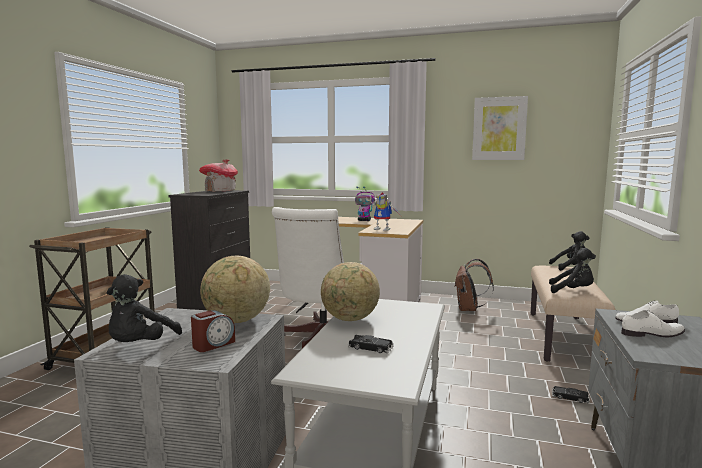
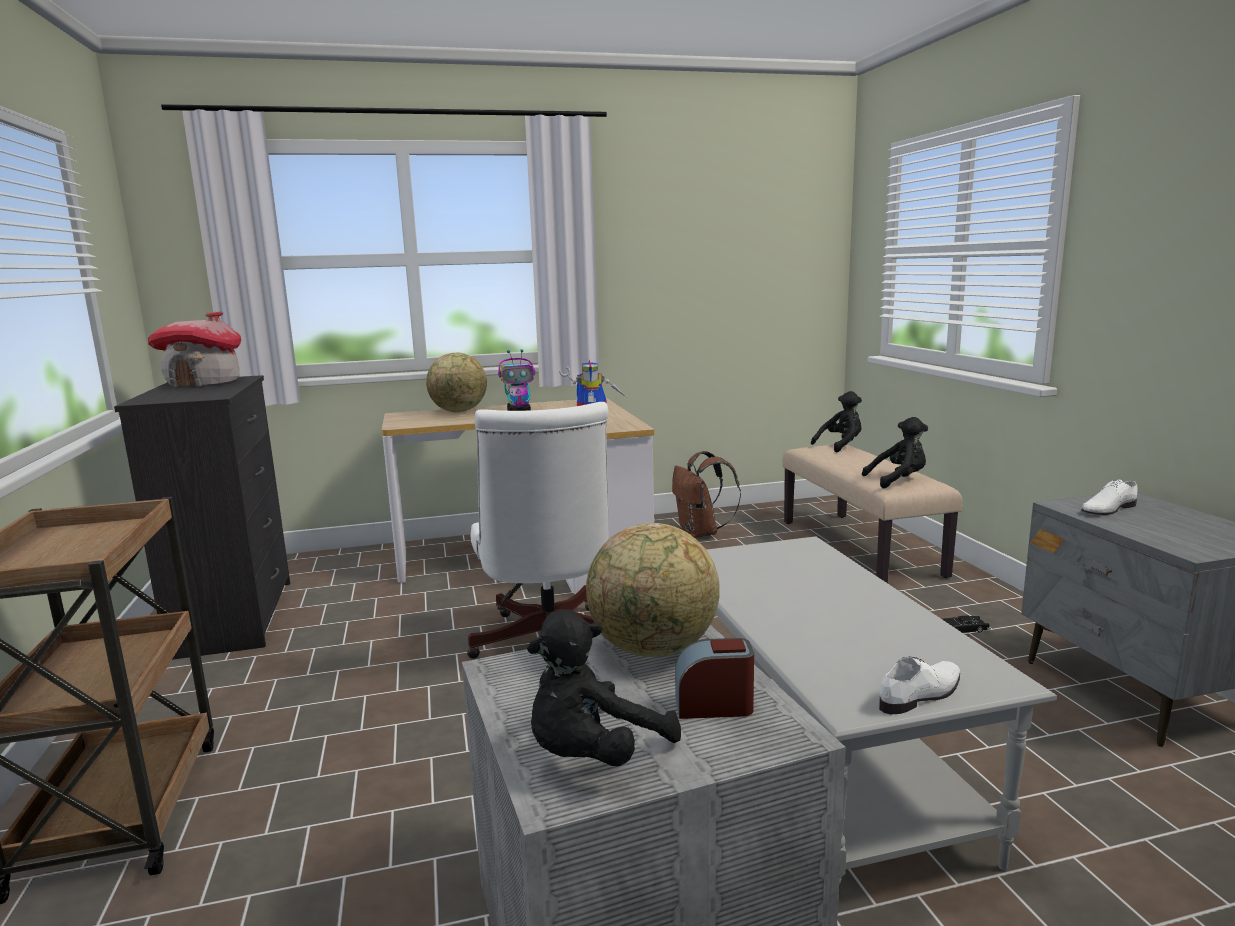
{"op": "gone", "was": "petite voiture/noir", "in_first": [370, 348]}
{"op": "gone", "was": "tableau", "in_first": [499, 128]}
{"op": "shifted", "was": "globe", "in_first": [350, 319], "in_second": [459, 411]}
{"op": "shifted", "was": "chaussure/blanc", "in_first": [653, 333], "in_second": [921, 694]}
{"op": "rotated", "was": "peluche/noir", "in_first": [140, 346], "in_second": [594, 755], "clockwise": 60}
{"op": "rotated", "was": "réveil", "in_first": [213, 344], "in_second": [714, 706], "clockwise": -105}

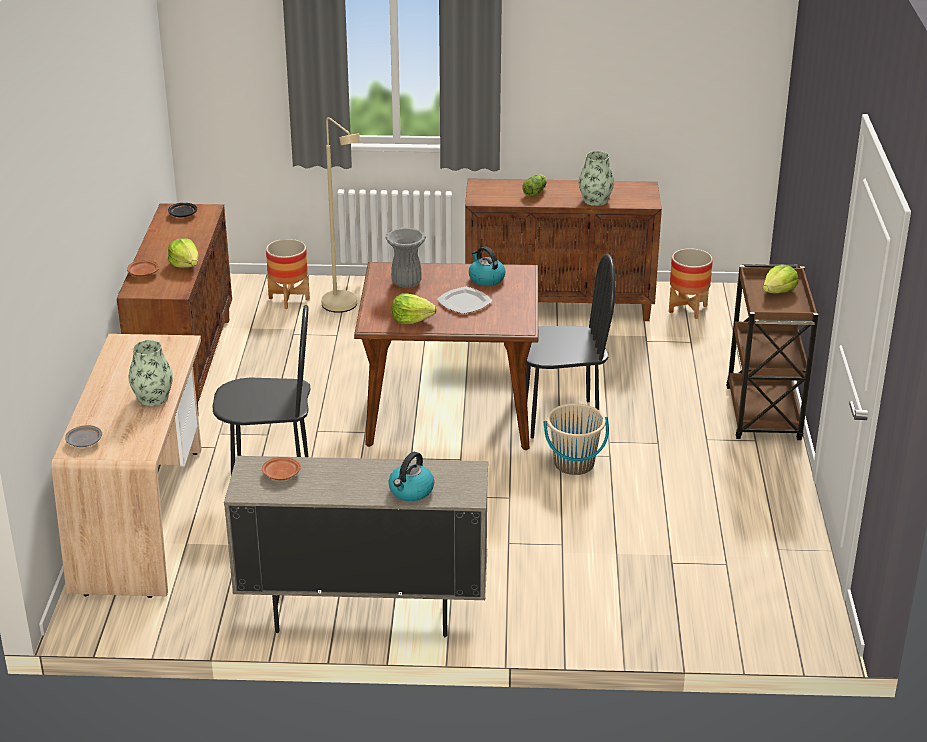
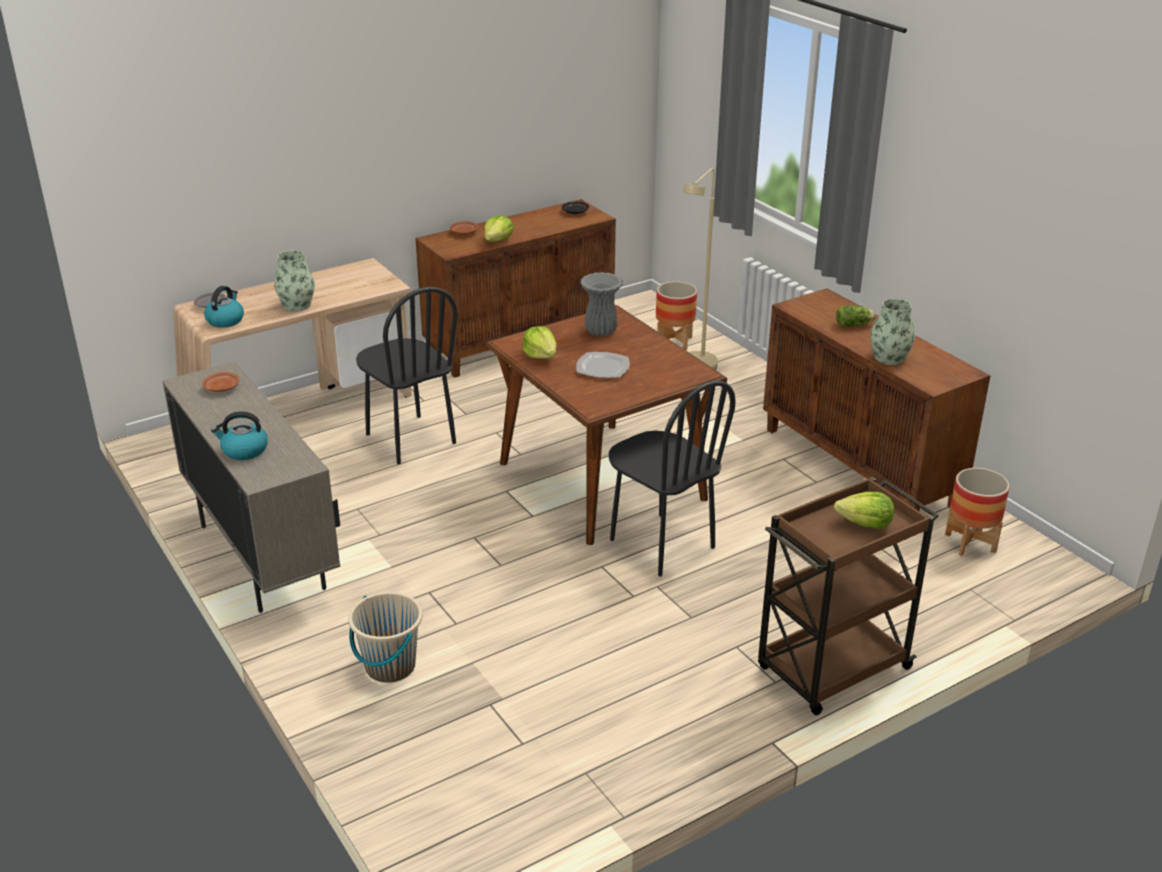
{"op": "shifted", "was": "bouilloire", "in_first": [486, 279], "in_second": [225, 320]}
{"op": "shifted", "was": "seau/beige", "in_first": [574, 464], "in_second": [390, 666]}

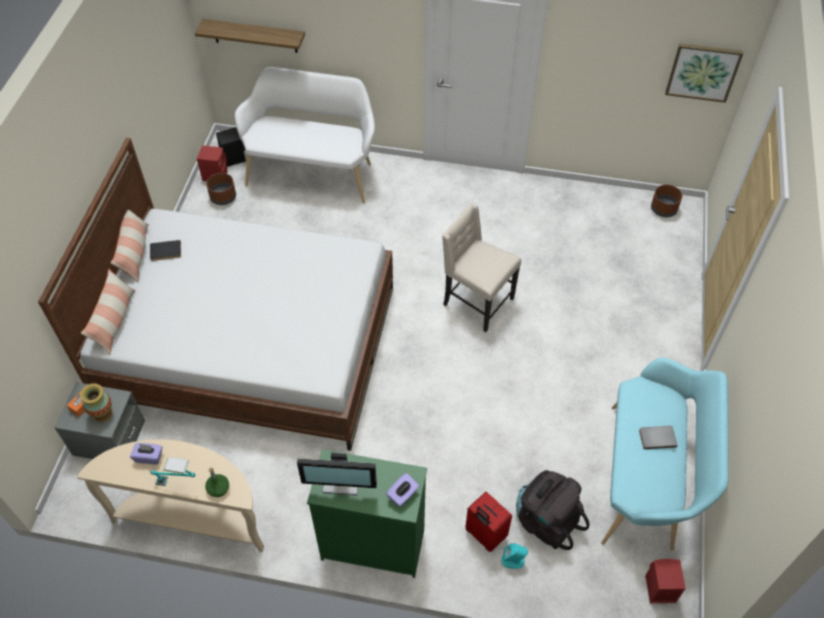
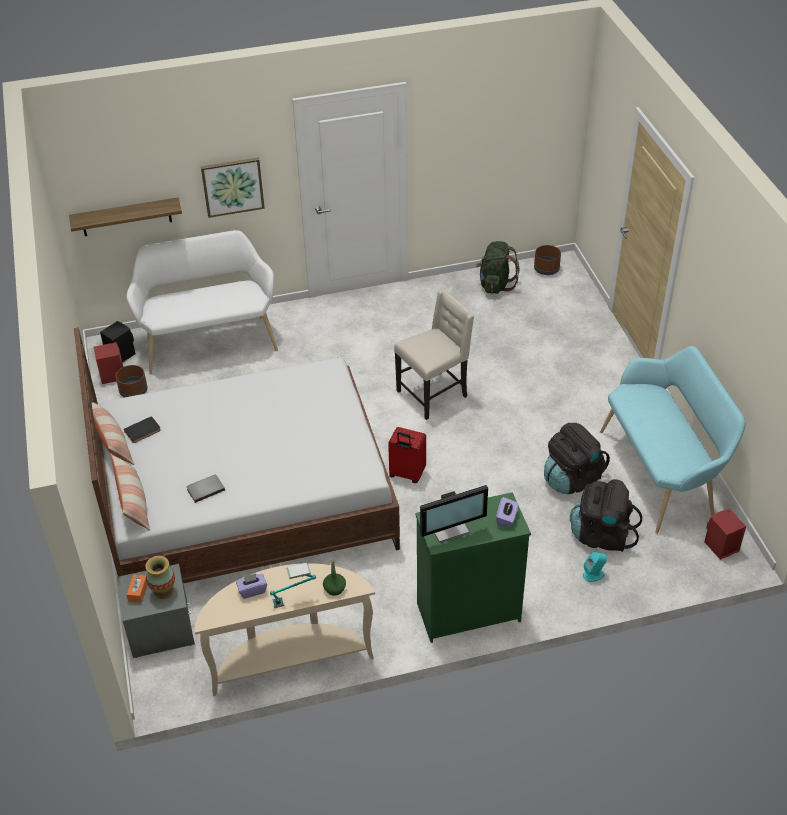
{"op": "new", "now": "sac à dos/vert", "in_second": [495, 284]}
{"op": "new", "now": "sac à dos/noir", "in_second": [572, 478]}
{"op": "shifted", "was": "valise/rouge", "in_first": [484, 535], "in_second": [406, 474]}
{"op": "shifted", "was": "livre/gris", "in_first": [657, 437], "in_second": [205, 488]}
{"op": "shifted", "was": "tableau", "in_first": [703, 72], "in_second": [232, 186]}
{"op": "rotated", "was": "chaise/beige", "in_first": [476, 302], "in_second": [433, 394], "clockwise": 135}

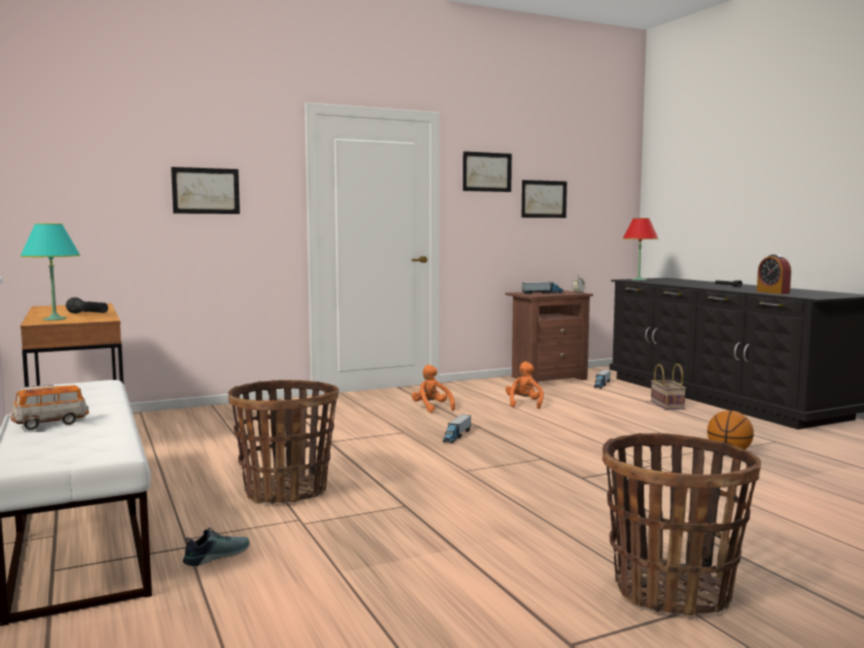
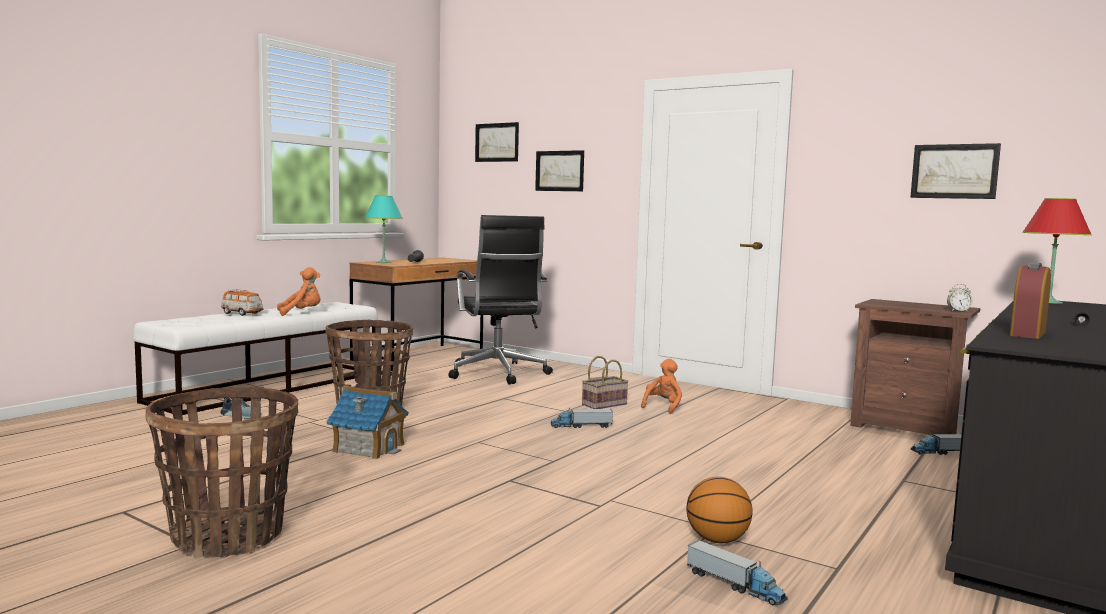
{"op": "new", "now": "maison miniature", "in_second": [368, 448]}
{"op": "new", "now": "chaise de bureau/noir", "in_second": [498, 374]}
{"op": "shifted", "was": "tableau", "in_first": [487, 172], "in_second": [497, 142]}
{"op": "shifted", "was": "peluche/orange", "in_first": [524, 404], "in_second": [301, 313]}
{"op": "shifted", "was": "camion jouet", "in_first": [542, 293], "in_second": [735, 585]}
{"op": "shifted", "was": "panier", "in_first": [666, 405], "in_second": [604, 404]}

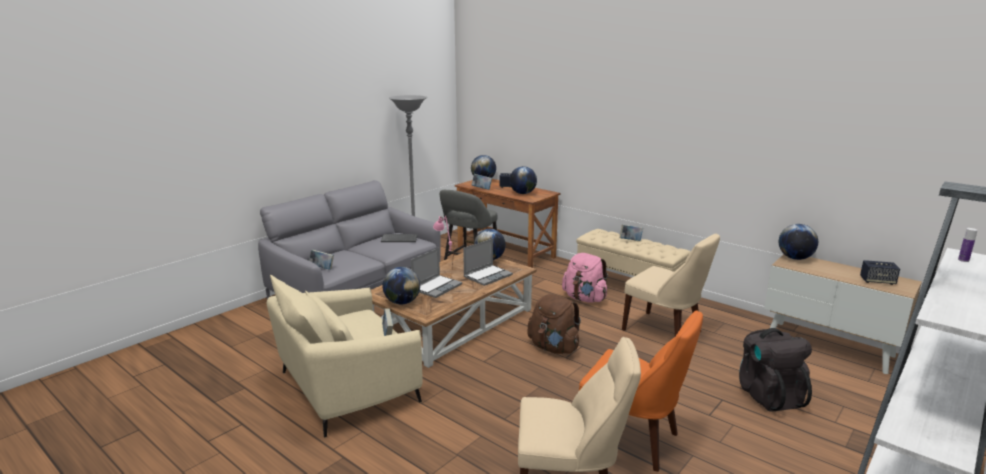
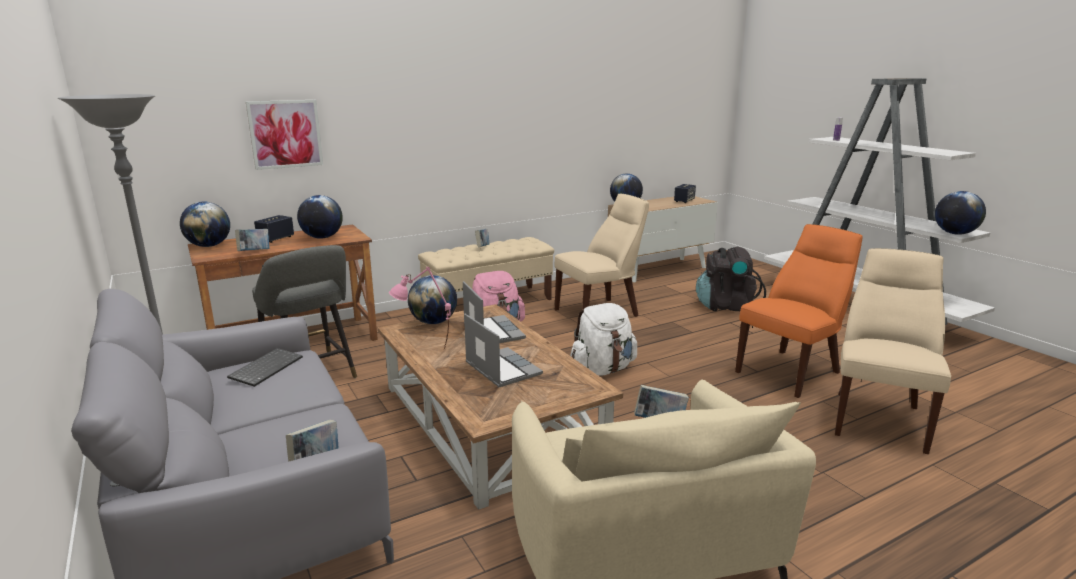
{"op": "new", "now": "tableau", "in_second": [285, 134]}
{"op": "shifted", "was": "globe", "in_first": [402, 302], "in_second": [955, 233]}
{"op": "repainted", "was": "sac à dos/marron", "now": "sac à dos/blanc", "in_first": [553, 348], "in_second": [602, 369]}

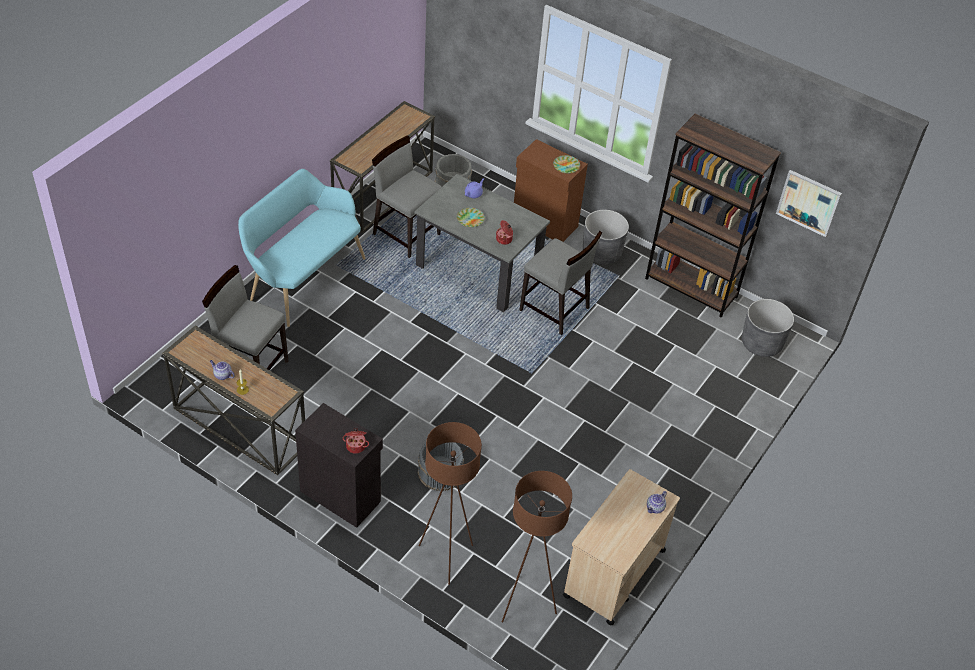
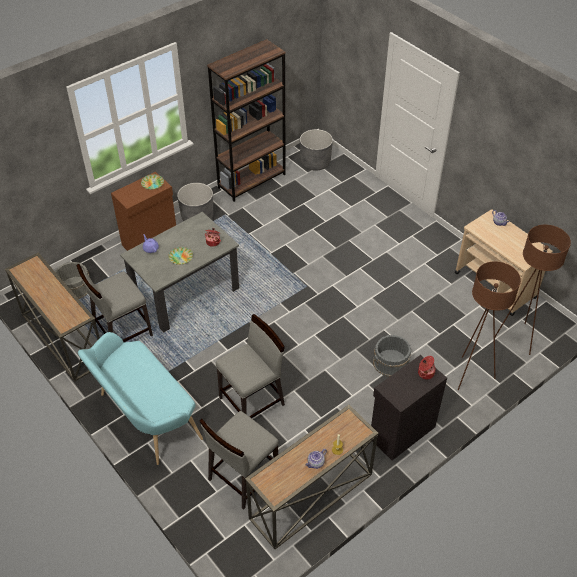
{"op": "gone", "was": "tableau", "in_first": [809, 202]}
{"op": "shifted", "was": "chaise/gris", "in_first": [554, 310], "in_second": [252, 401]}

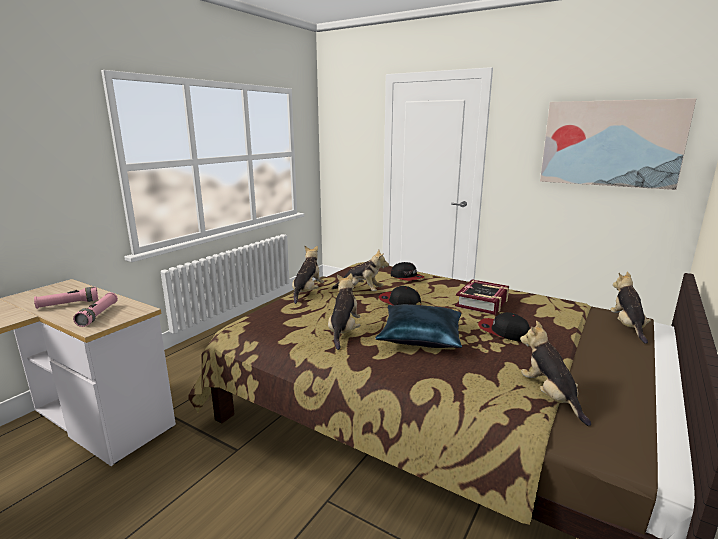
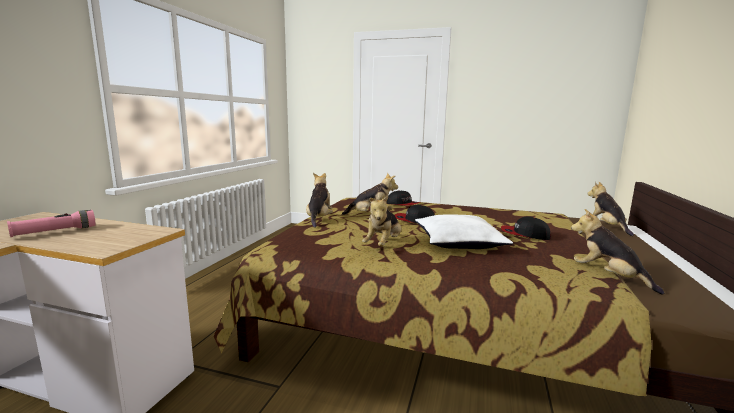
{"op": "gone", "was": "lampe de poche/rose", "in_first": [98, 315]}
{"op": "gone", "was": "livre", "in_first": [482, 302]}
{"op": "gone", "was": "tableau", "in_first": [610, 143]}
{"op": "repainted", "was": "coussin/bleu", "now": "coussin/blanc", "in_first": [420, 336], "in_second": [459, 243]}
{"op": "rotated", "was": "peluche", "in_first": [344, 332], "in_second": [383, 245], "clockwise": -150}

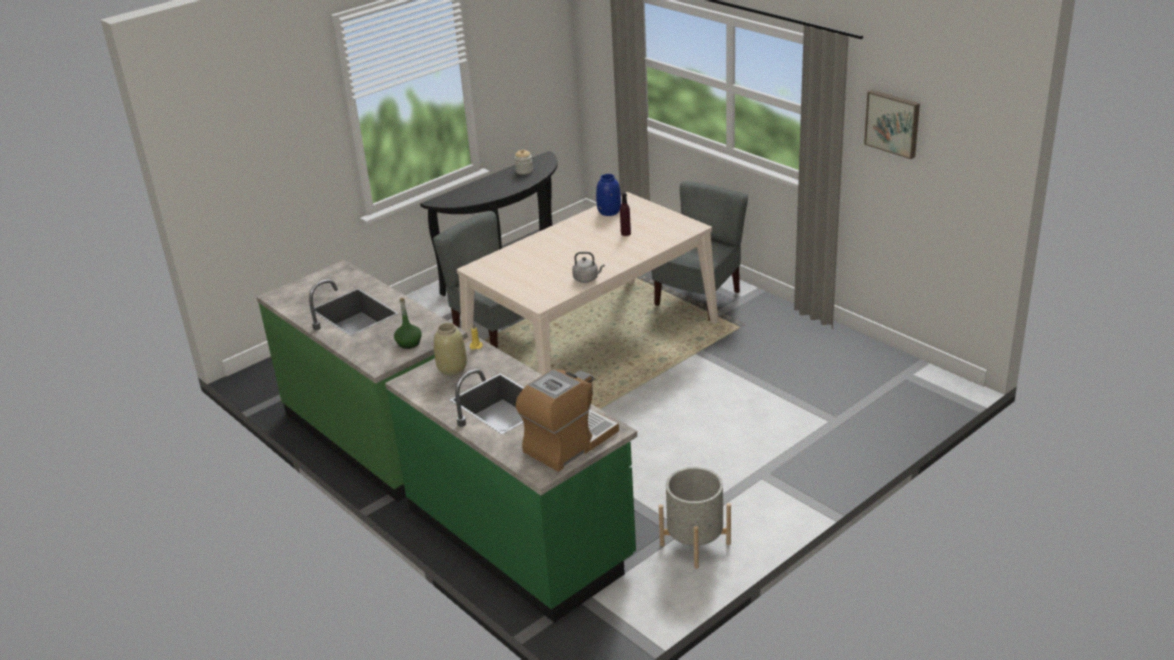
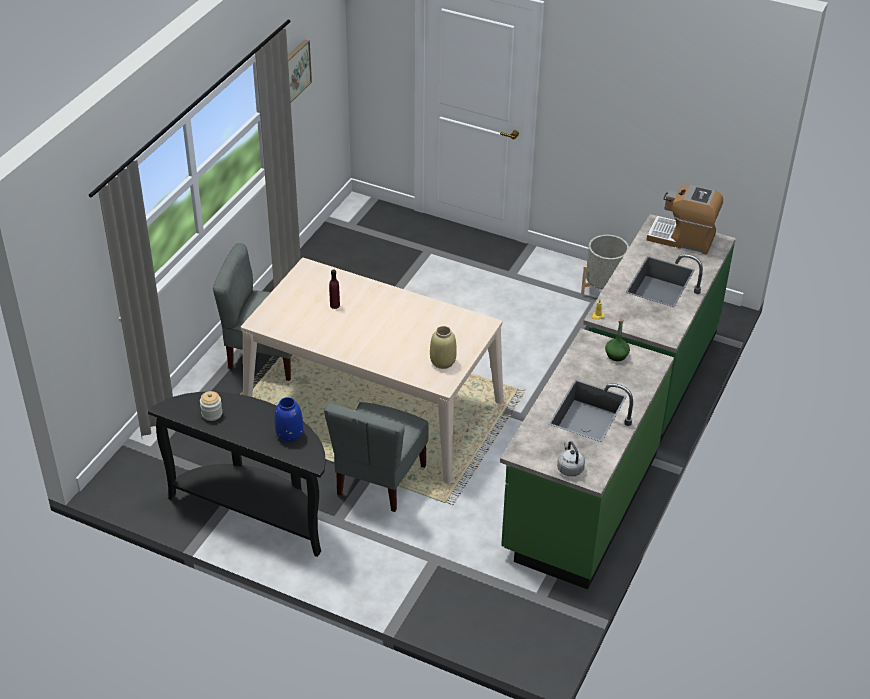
{"op": "shifted", "was": "vase/beige", "in_first": [452, 368], "in_second": [442, 362]}
{"op": "shifted", "was": "bouilloire/gris", "in_first": [587, 279], "in_second": [569, 468]}
{"op": "shifted", "was": "vase/bleu", "in_first": [609, 211], "in_second": [289, 434]}

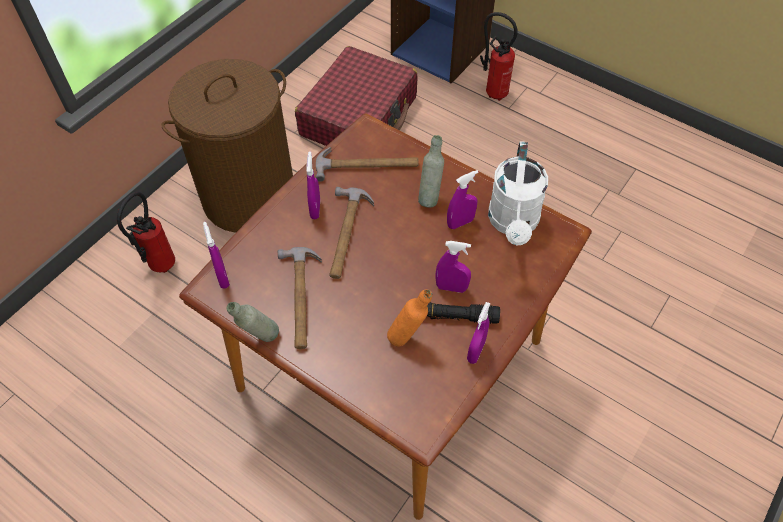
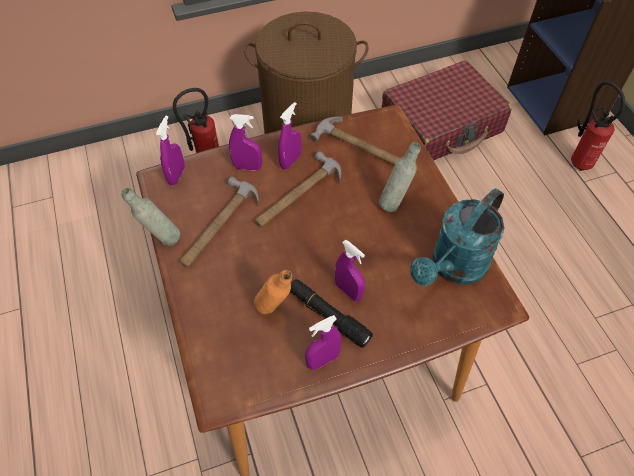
{"op": "shifted", "was": "vaporisateur/violet", "in_first": [460, 223], "in_second": [247, 167]}
{"op": "repainted", "was": "arrosoir/blanc", "now": "arrosoir/turquoise", "in_first": [513, 223], "in_second": [453, 268]}

